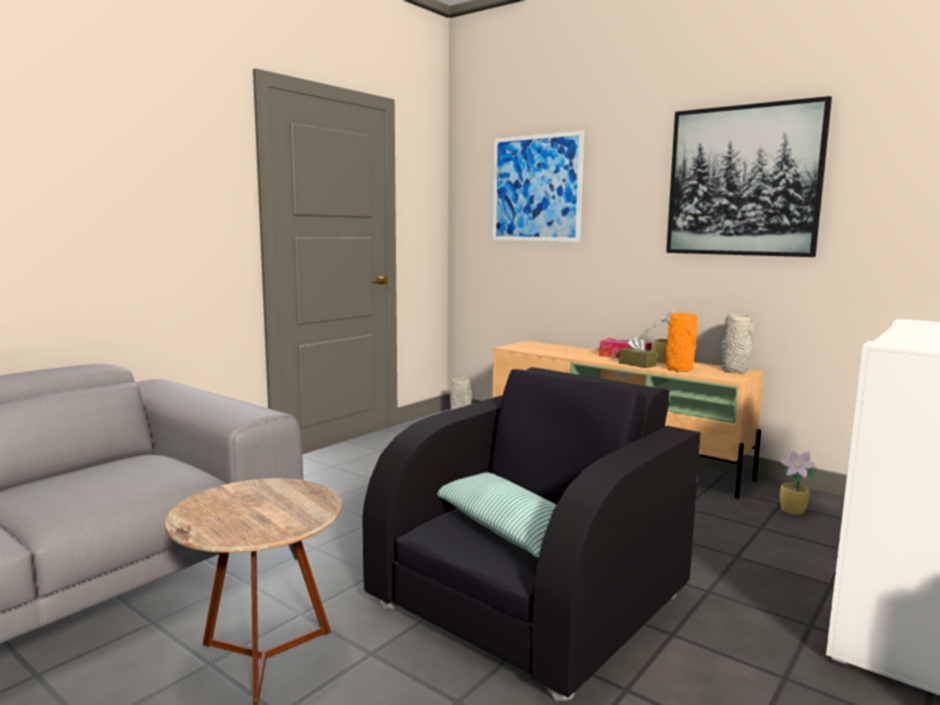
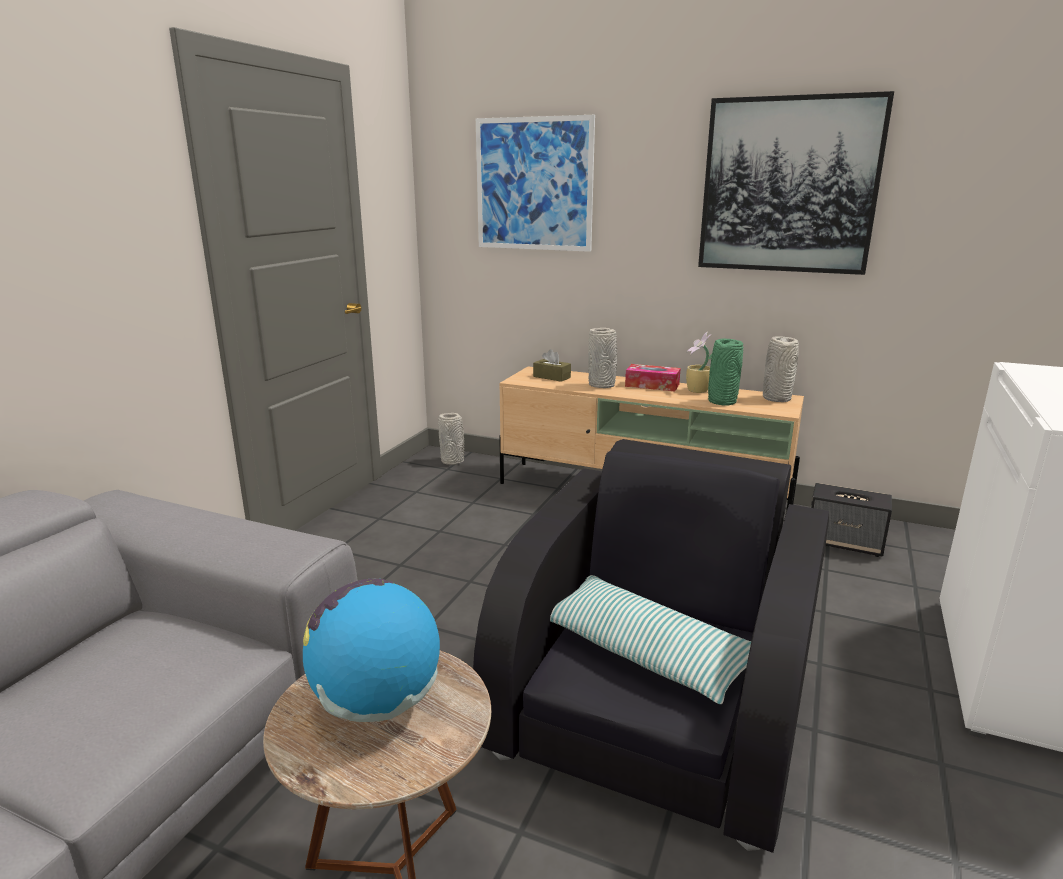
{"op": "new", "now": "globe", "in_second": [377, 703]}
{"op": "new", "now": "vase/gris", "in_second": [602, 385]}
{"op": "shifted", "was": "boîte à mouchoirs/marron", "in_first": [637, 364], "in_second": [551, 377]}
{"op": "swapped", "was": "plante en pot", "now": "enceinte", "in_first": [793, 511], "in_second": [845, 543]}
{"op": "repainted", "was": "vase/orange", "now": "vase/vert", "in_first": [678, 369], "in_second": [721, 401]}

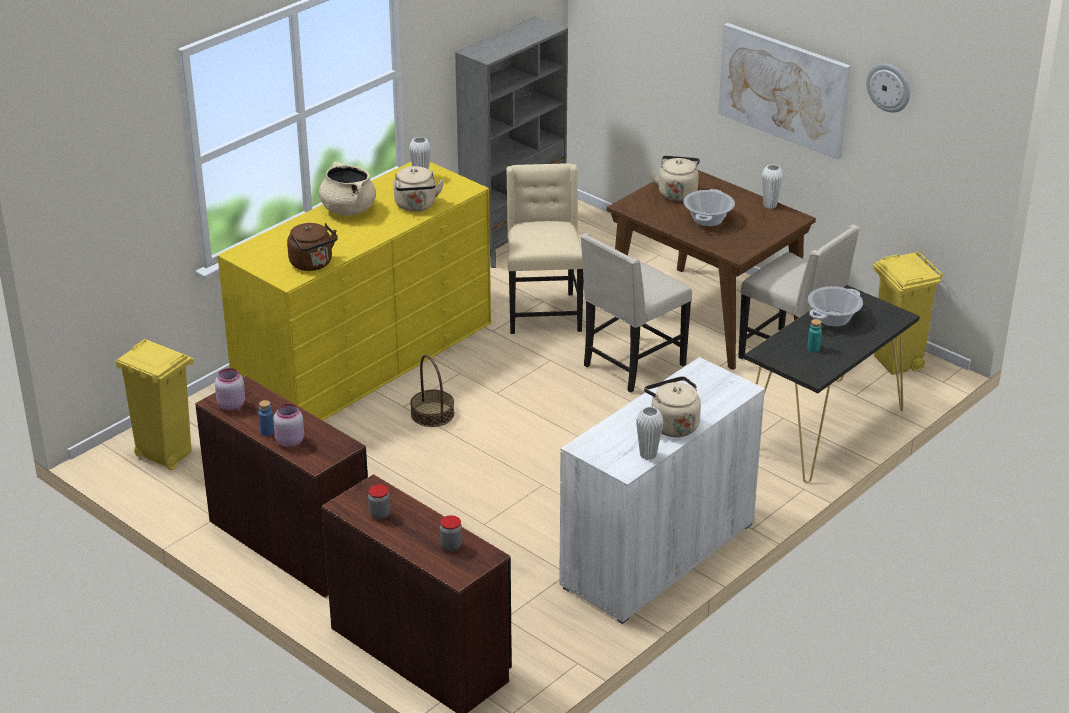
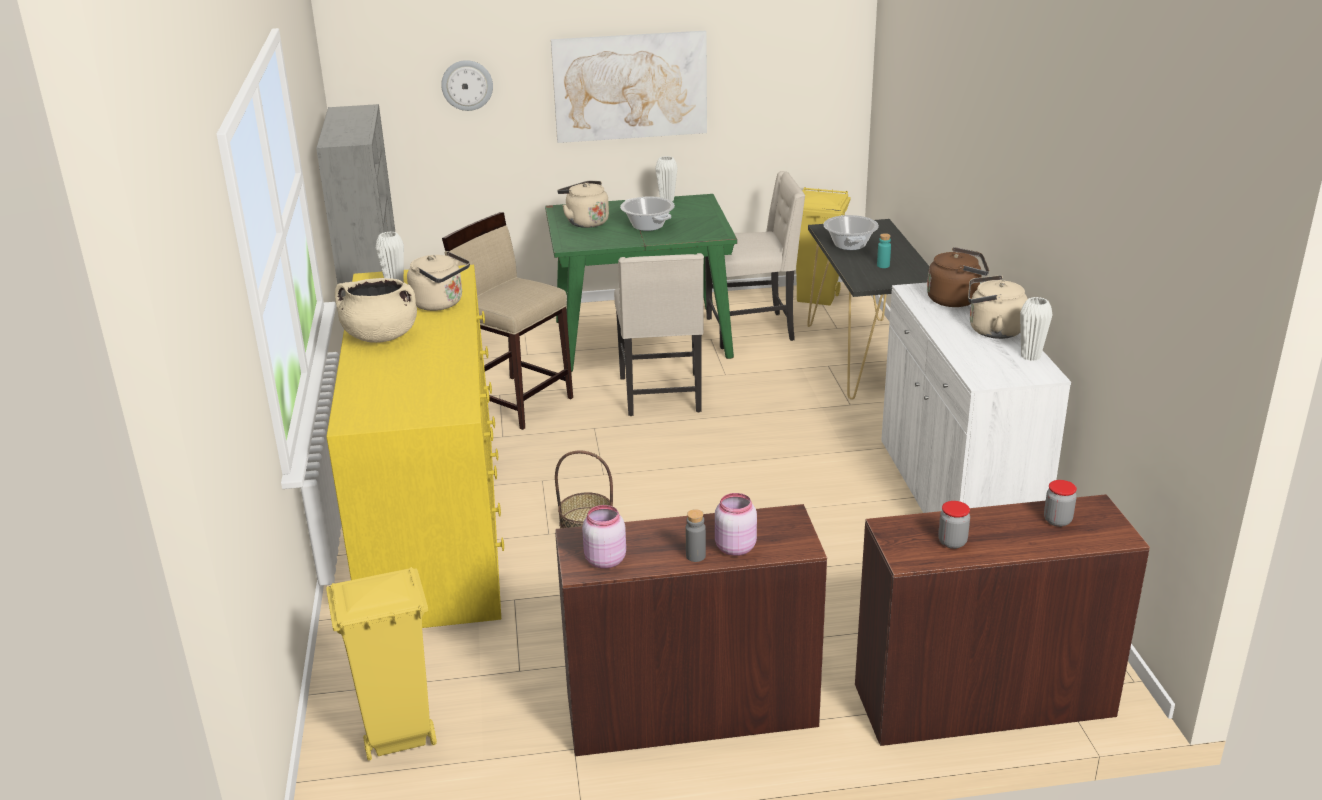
{"op": "shifted", "was": "bouilloire/marron", "in_first": [313, 264], "in_second": [956, 299]}
{"op": "shifted", "was": "horloge murale", "in_first": [889, 87], "in_second": [467, 85]}
{"op": "swapped", "was": "chaise/beige", "now": "tabouret/beige", "in_first": [543, 312], "in_second": [517, 401]}
{"op": "repainted", "was": "bouteille/bleu", "now": "bouteille/gris", "in_first": [267, 432], "in_second": [695, 556]}
{"op": "repainted", "was": "table à manger/marron", "now": "table à manger/vert", "in_first": [703, 316], "in_second": [640, 339]}

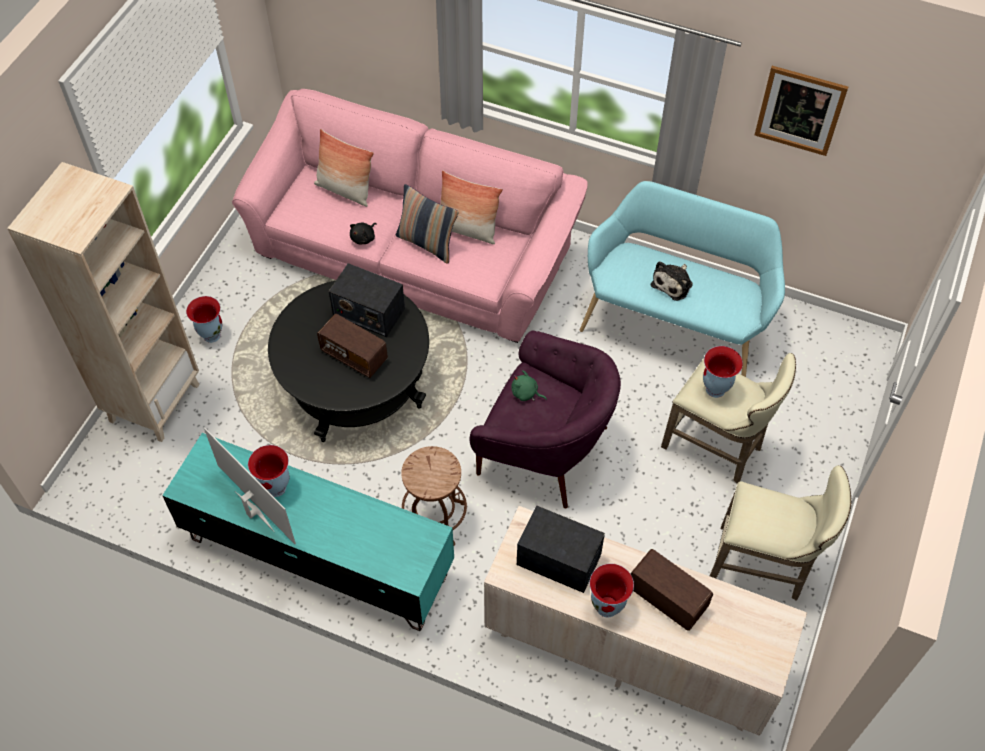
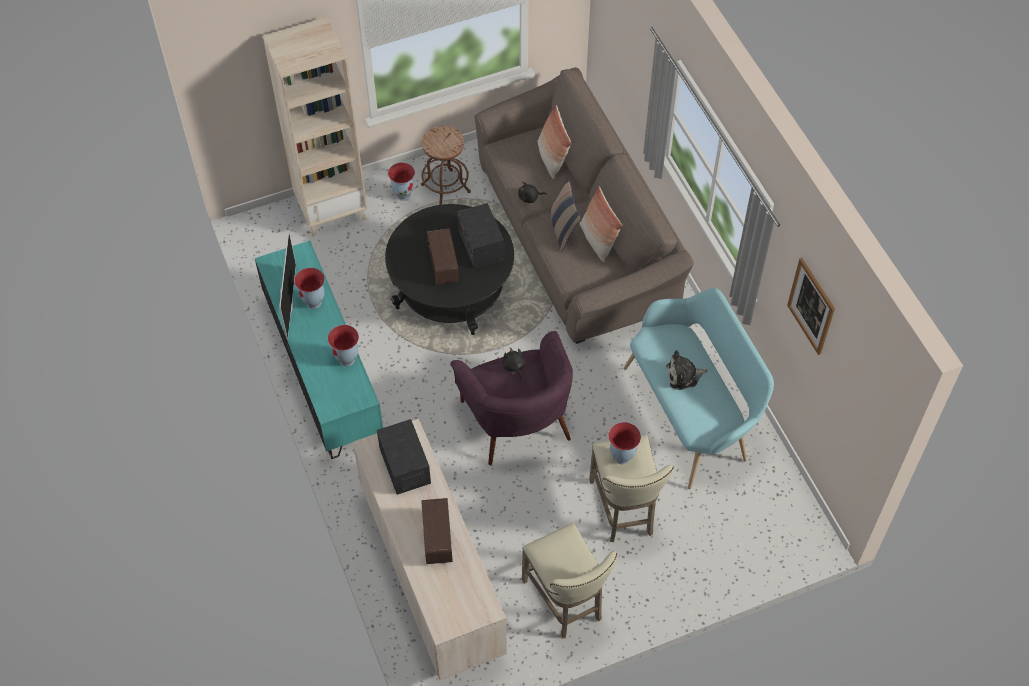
{"op": "shifted", "was": "tabouret/marron", "in_first": [435, 519], "in_second": [445, 188]}
{"op": "shifted", "was": "vase", "in_first": [608, 606], "in_second": [347, 360]}
{"op": "repainted", "was": "canapé/rose", "now": "canapé/marron", "in_first": [412, 254], "in_second": [575, 236]}
{"op": "repainted", "was": "peluche/vert", "now": "peluche/noir", "in_first": [526, 393], "in_second": [514, 367]}

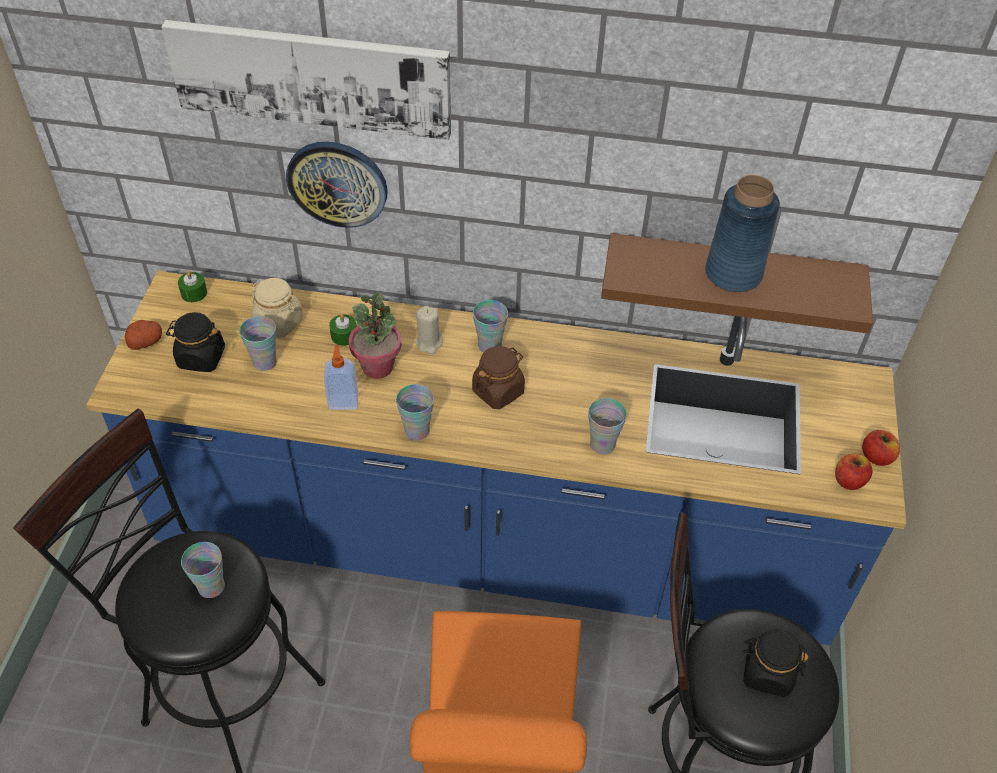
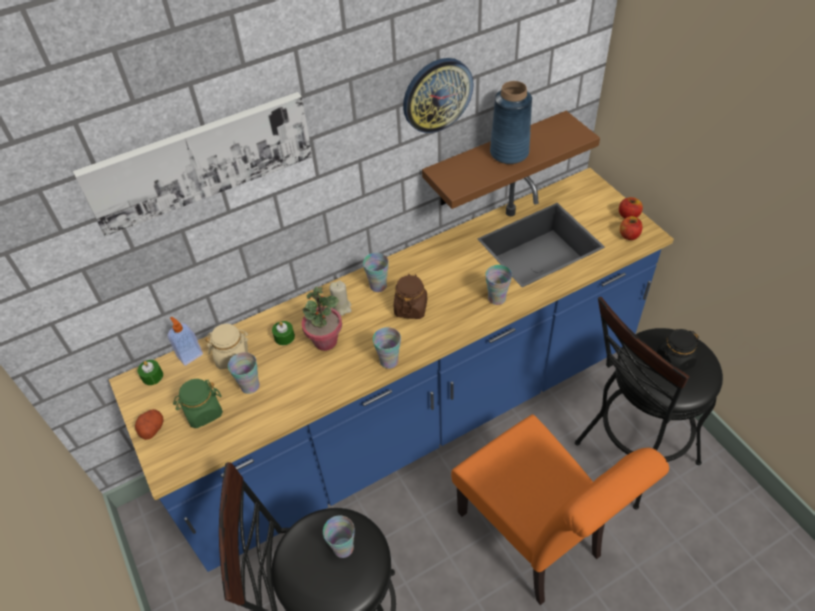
{"op": "shifted", "was": "horloge murale", "in_first": [337, 183], "in_second": [437, 95]}
{"op": "shifted", "was": "distributeur de savon", "in_first": [343, 401], "in_second": [189, 355]}
{"op": "repainted", "was": "bocal/noir", "now": "bocal/vert", "in_first": [201, 358], "in_second": [203, 412]}

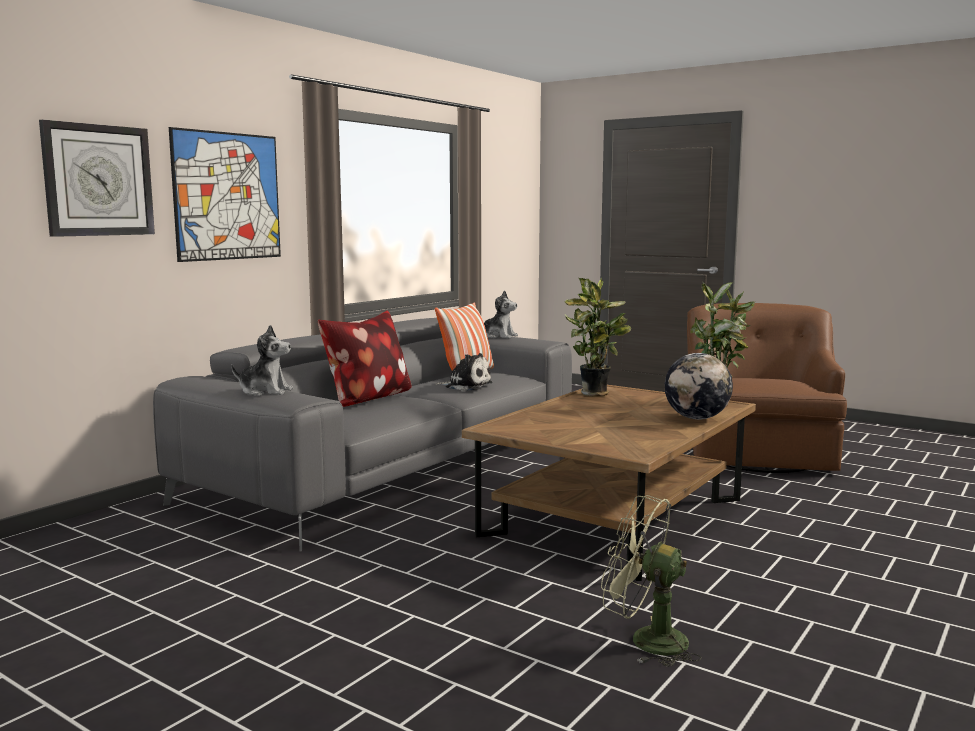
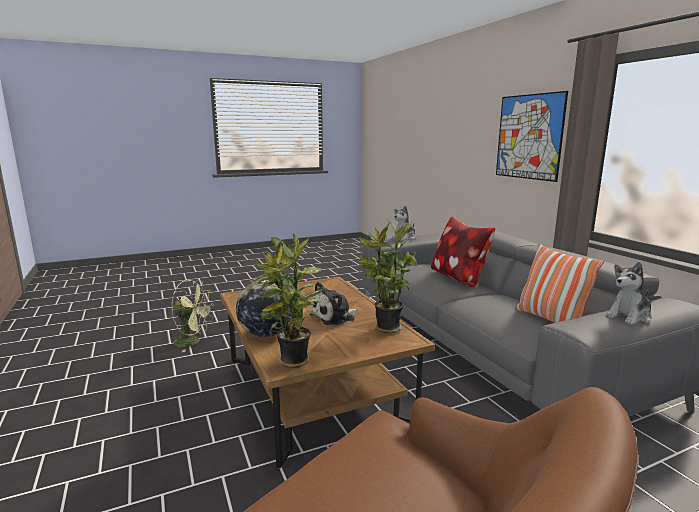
{"op": "gone", "was": "horloge murale", "in_first": [98, 180]}
{"op": "shifted", "was": "peluche", "in_first": [466, 386], "in_second": [335, 317]}
{"op": "rotated", "was": "ventilateur/vert", "in_first": [646, 640], "in_second": [193, 342], "clockwise": 45}

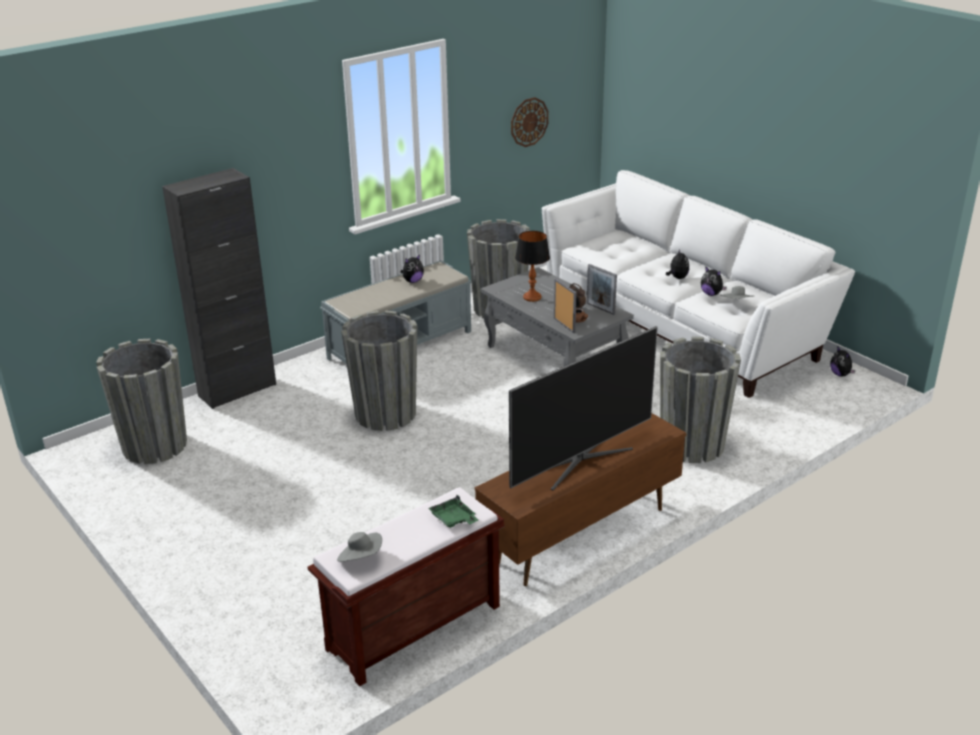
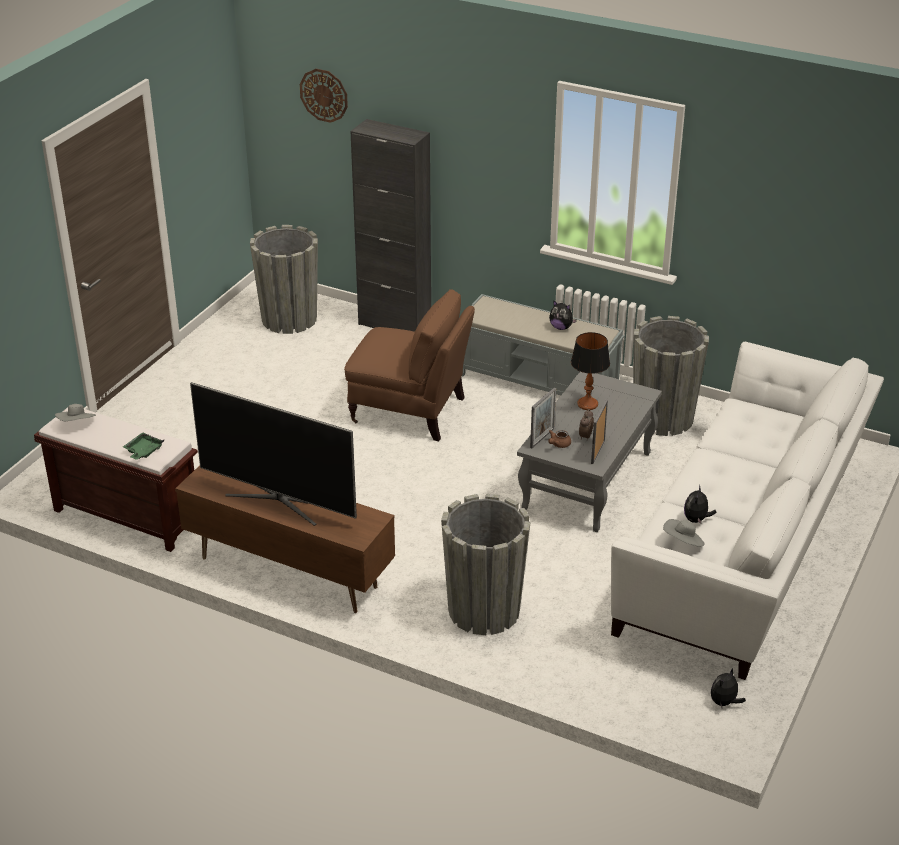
{"op": "gone", "was": "peluche", "in_first": [677, 278]}
{"op": "shifted", "was": "horloge murale", "in_first": [529, 122], "in_second": [324, 95]}
{"op": "swapped", "was": "cache-pot/gris", "now": "fauteuil/marron", "in_first": [385, 414], "in_second": [411, 411]}

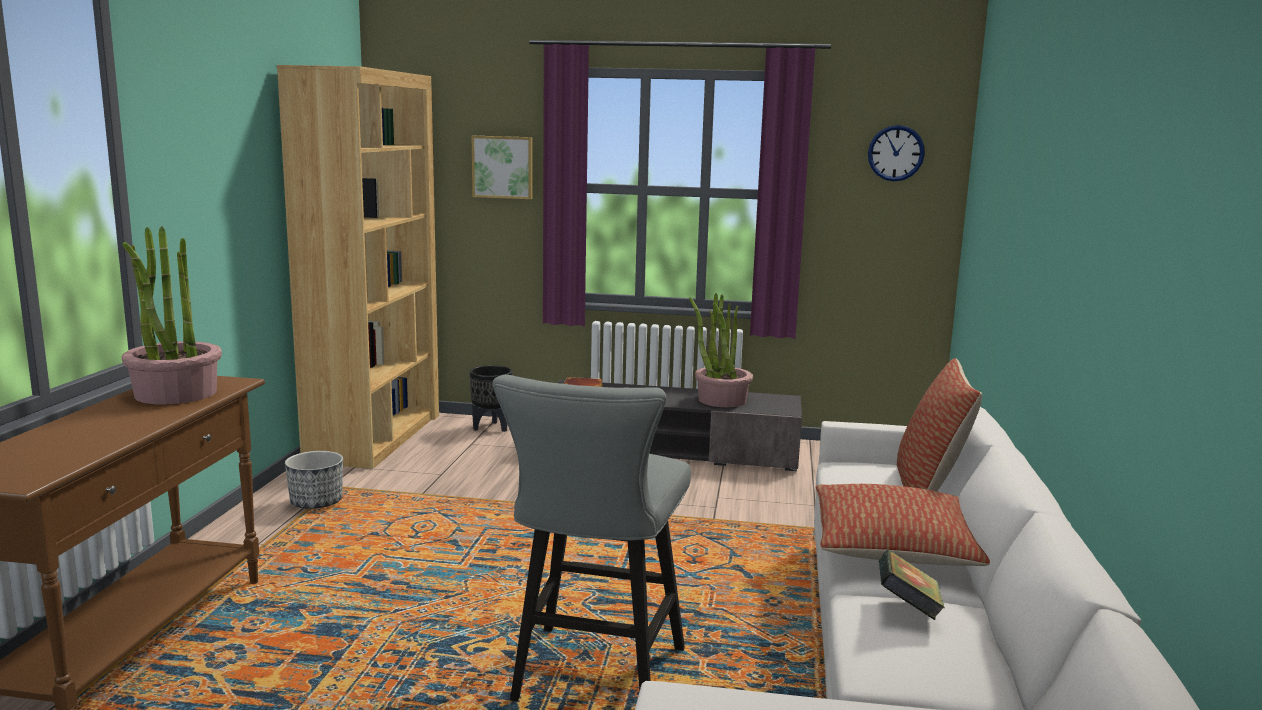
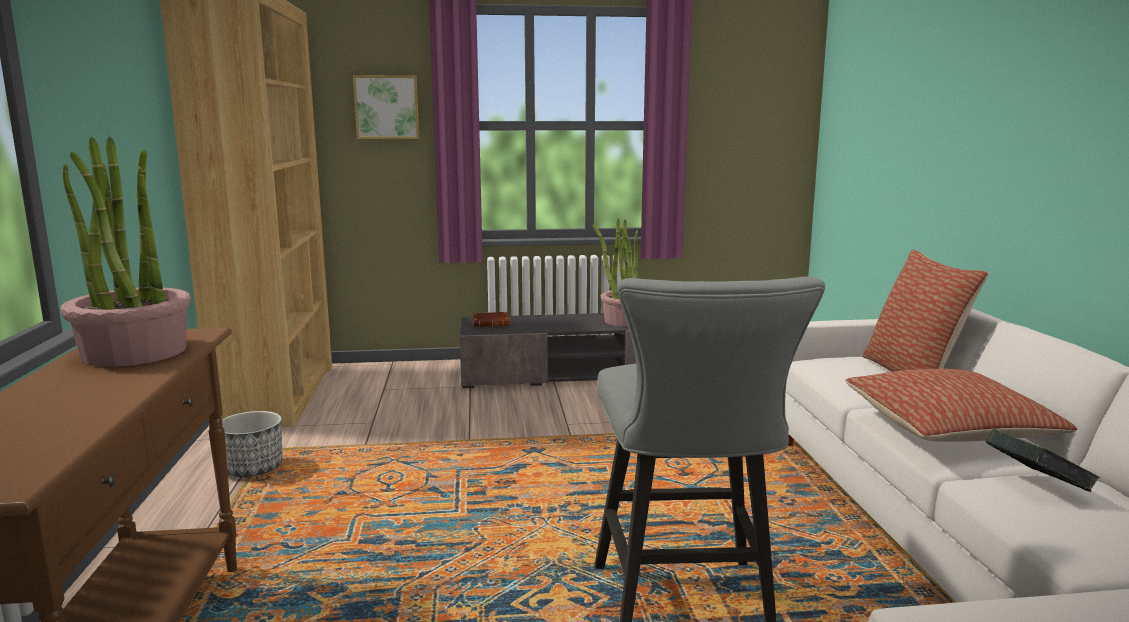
{"op": "gone", "was": "cache-pot/noir", "in_first": [491, 427]}
{"op": "gone", "was": "horloge murale", "in_first": [896, 153]}

